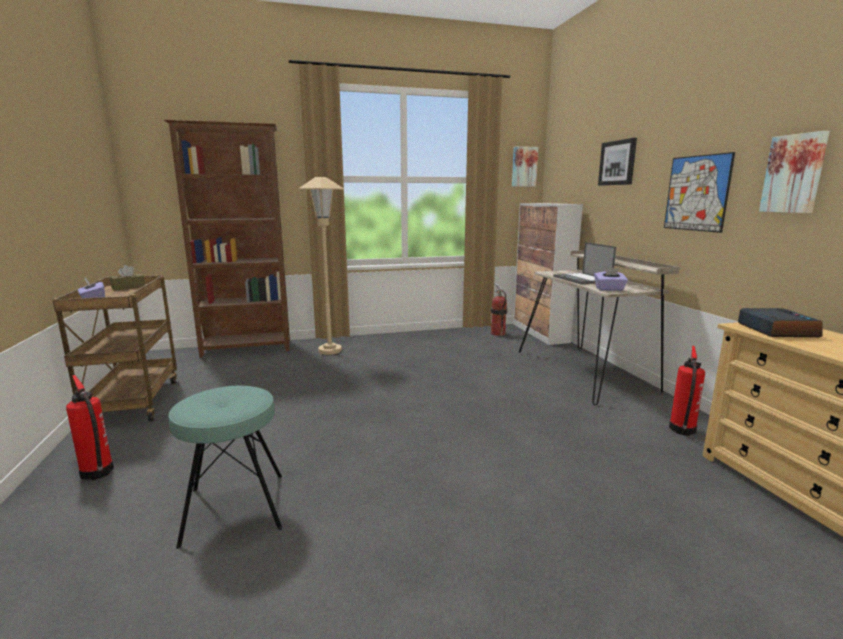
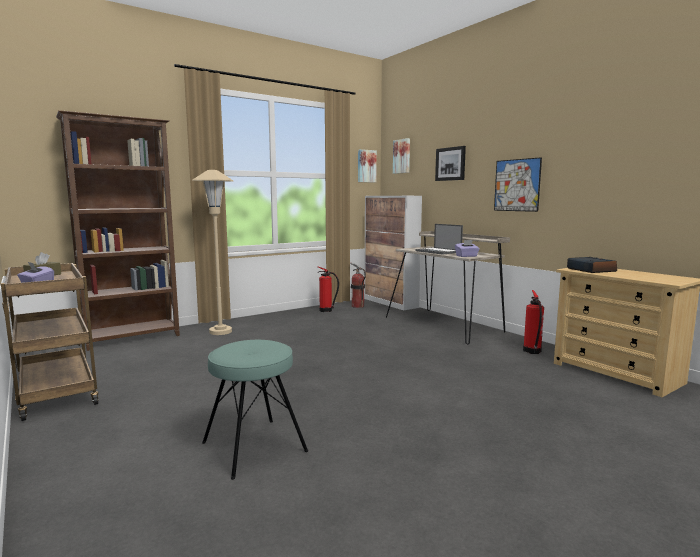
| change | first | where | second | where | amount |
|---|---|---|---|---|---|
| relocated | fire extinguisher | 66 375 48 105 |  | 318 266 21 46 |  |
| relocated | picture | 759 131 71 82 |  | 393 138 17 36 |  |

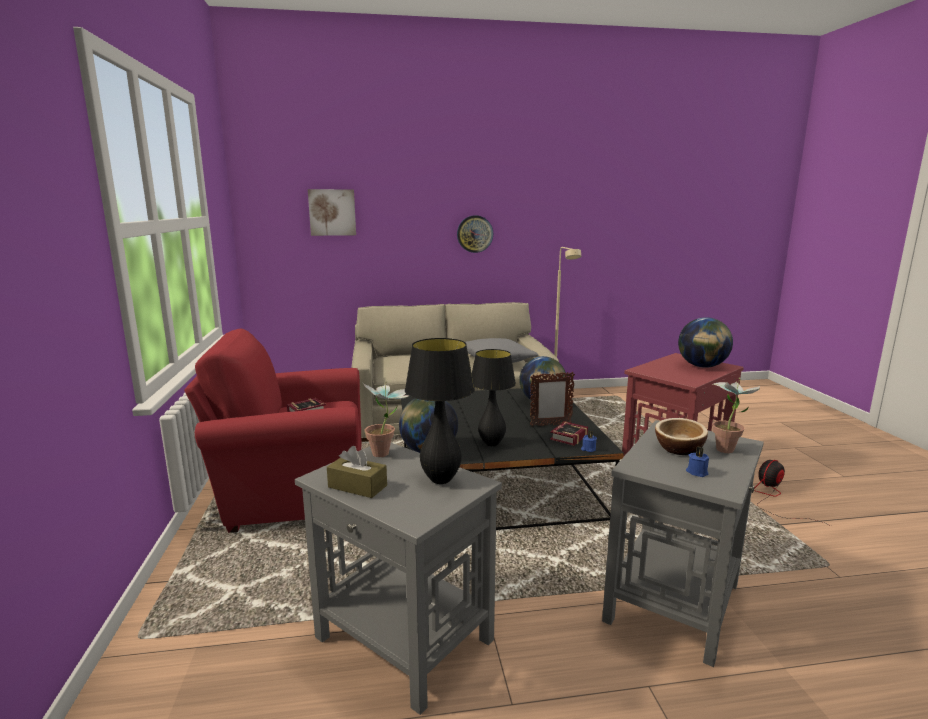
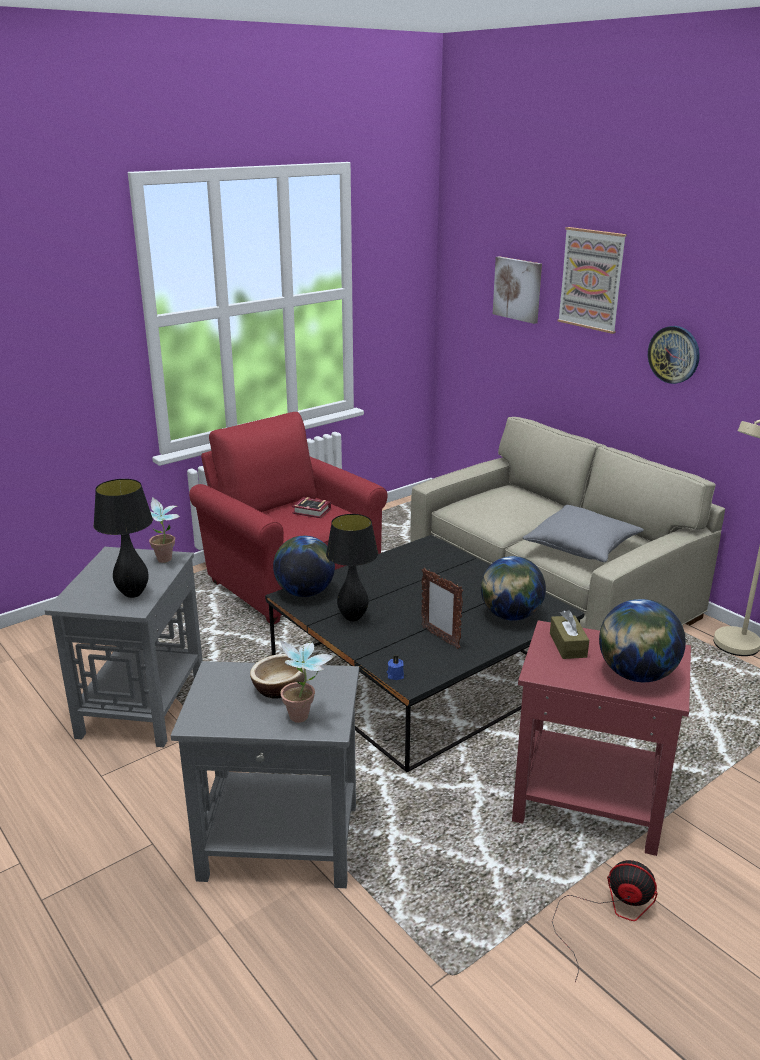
| change | first | where | second | where | amount |
|---|---|---|---|---|---|
| relocated | tissue box in brown | 327 446 60 52 |  | 550 610 39 49 |  |
| appeared |  |  | picture | 557 227 70 107 |  |
| missing | book | 550 422 38 24 |  |  |  |
| missing | candle in blue | 686 447 23 30 |  |  |  |

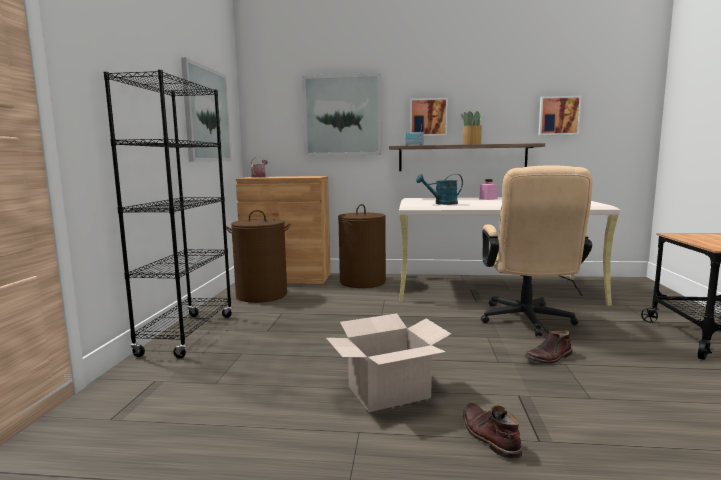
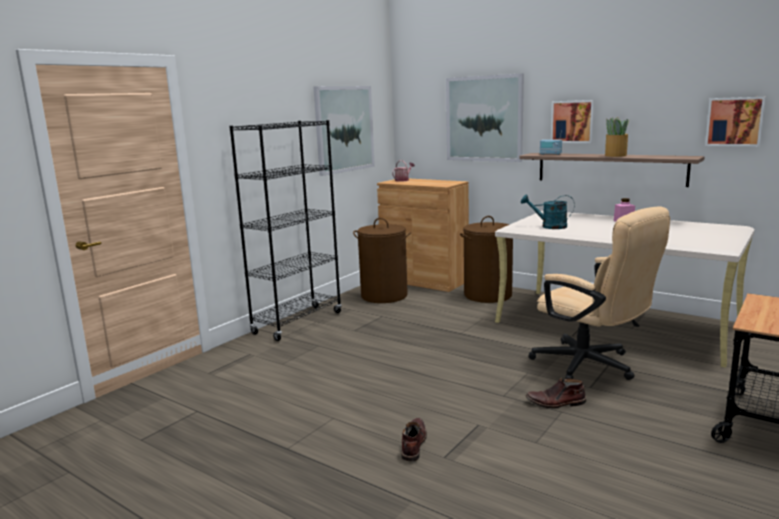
| change | first | where | second | where | amount |
|---|---|---|---|---|---|
| spun | office chair in beige | 481 165 112 171 |  | 529 206 141 174 | 75 degrees counterclockwise |
| missing | cardboard box | 326 313 125 99 |  |  |  |

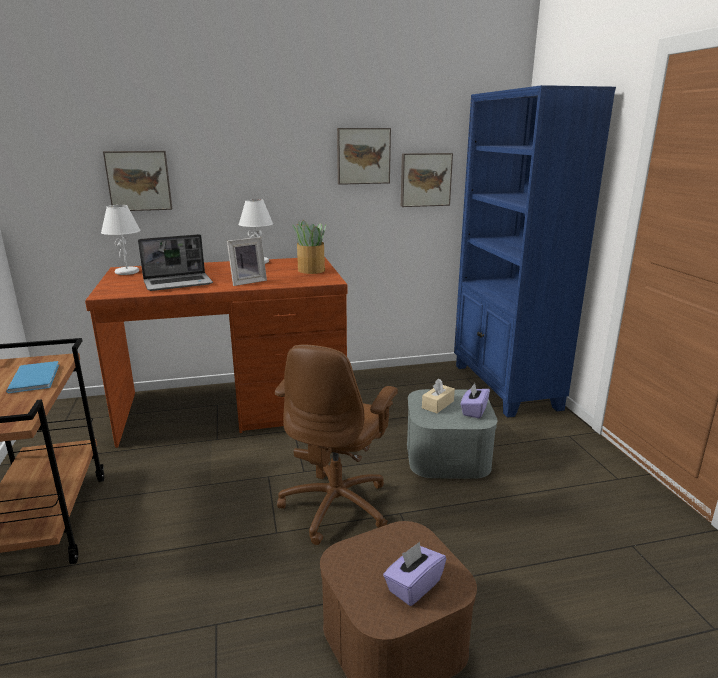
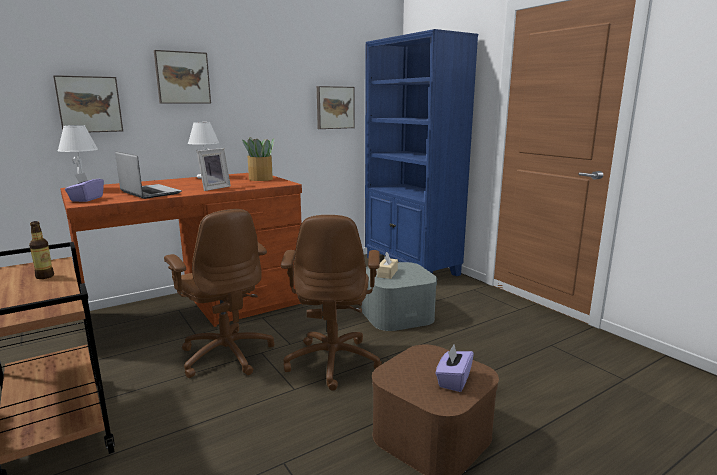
| change | first | where | second | where | amount |
|---|---|---|---|---|---|
| exchanged | book in blue | 6 361 53 32 | bottle | 29 221 25 58 |  |
| relocated | tissue box in purple | 460 383 30 36 |  | 65 172 39 30 |  |
| spun | laptop | 138 234 75 57 |  | 115 151 67 48 | 90 degrees counterclockwise |
| relocated | picture | 337 128 54 57 |  | 154 50 57 54 |  |
| appeared |  |  | office chair in brown | 164 209 110 169 |  |

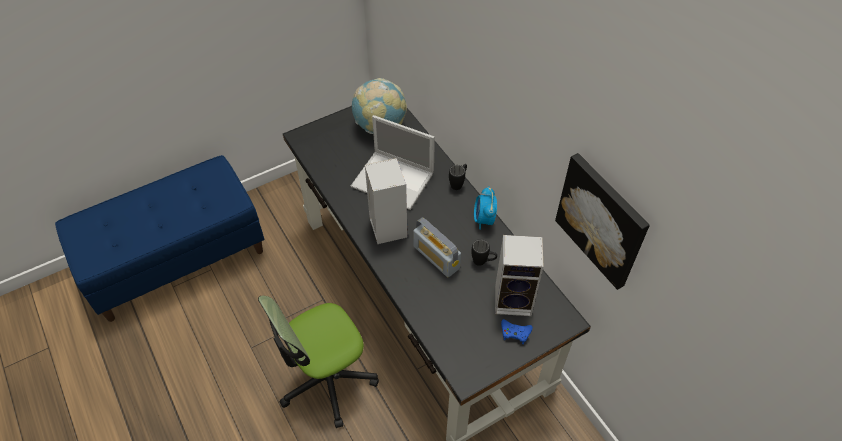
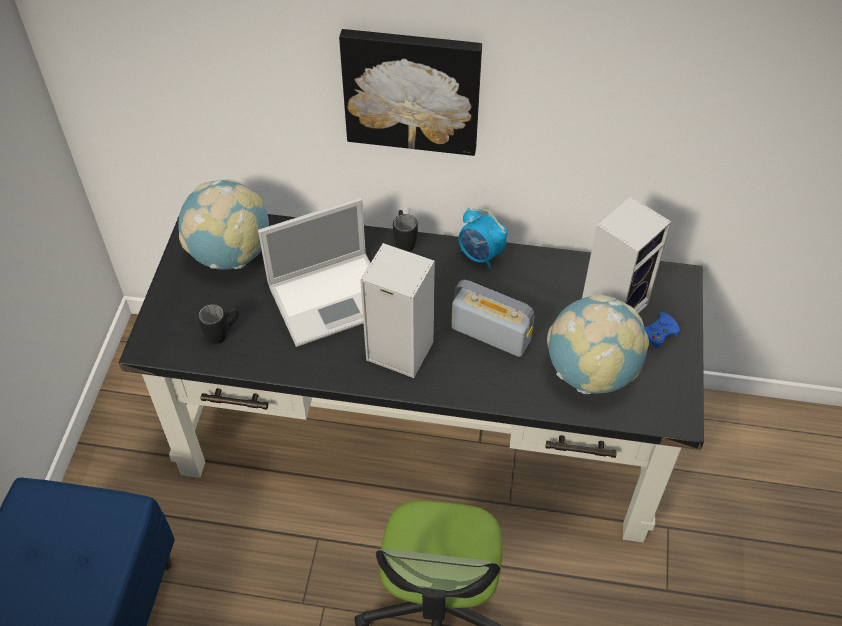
| change | first | where | second | where | amount |
|---|---|---|---|---|---|
| relocated | mug in black | 471 239 26 27 |  | 198 304 41 40 |  |
| relocated | picture | 555 153 95 137 |  | 339 29 143 127 |  |
| spun | radio | 413 217 48 60 |  | 451 280 83 77 | 150 degrees counterclockwise |
| appeared |  |  | globe | 547 295 102 99 |  |

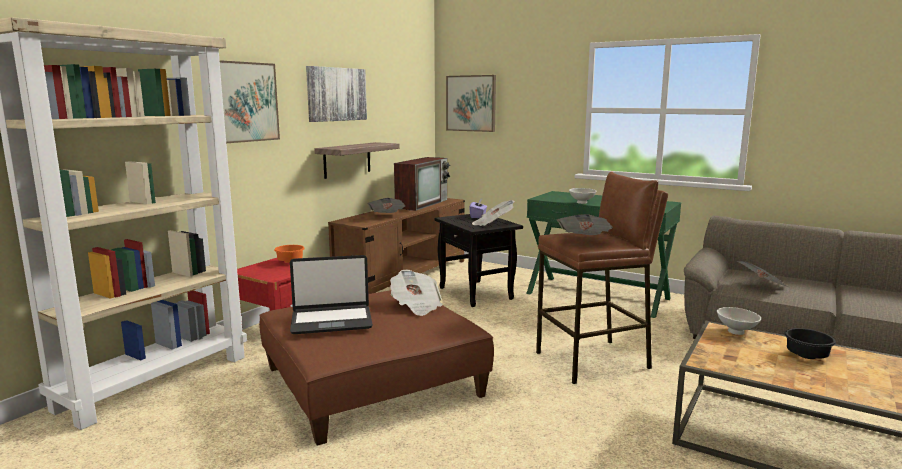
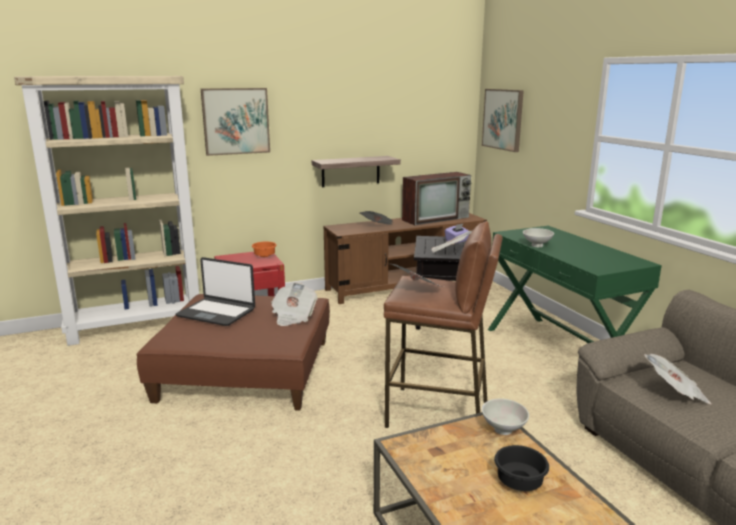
| change | first | where | second | where | amount |
|---|---|---|---|---|---|
| missing | picture | 306 66 61 56 |  |  |  |

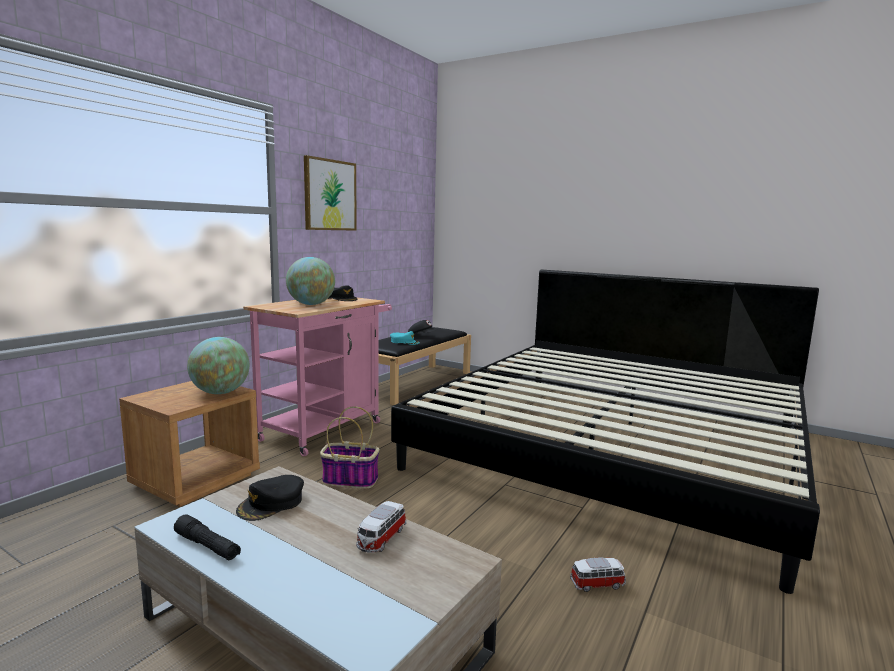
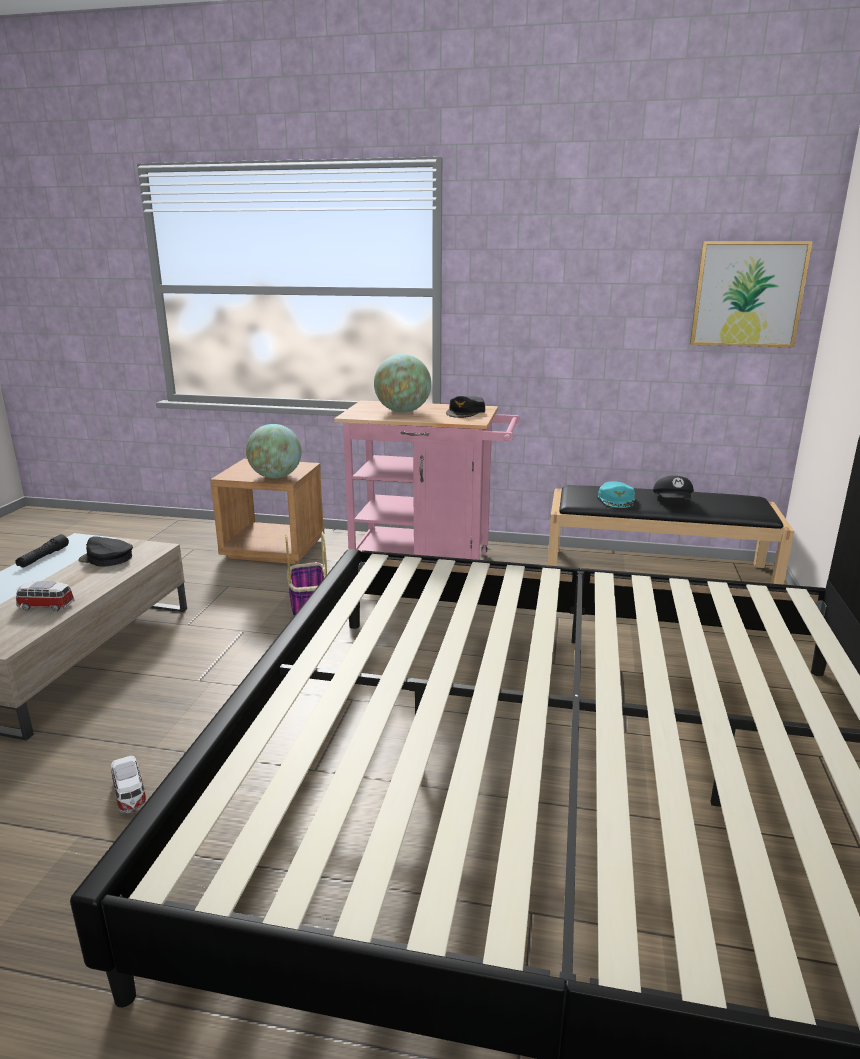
| change | first | where | second | where | amount |
|---|---|---|---|---|---|
| relocated | picture | 304 155 53 76 |  | 690 241 123 107 |  |

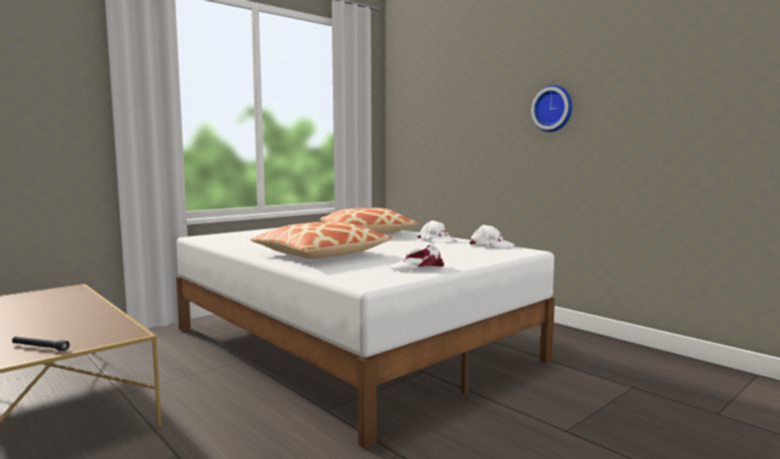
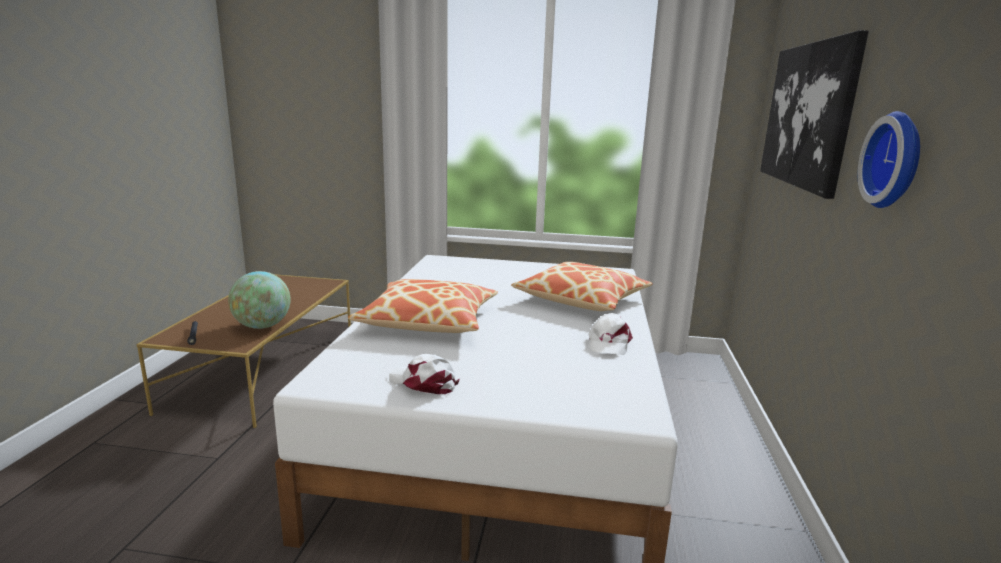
| change | first | where | second | where | amount |
|---|---|---|---|---|---|
| appeared |  |  | globe | 228 271 63 58 |  |
| appeared |  |  | picture | 760 30 109 169 |  |
| missing | cap in white | 469 225 46 24 |  |  |  |

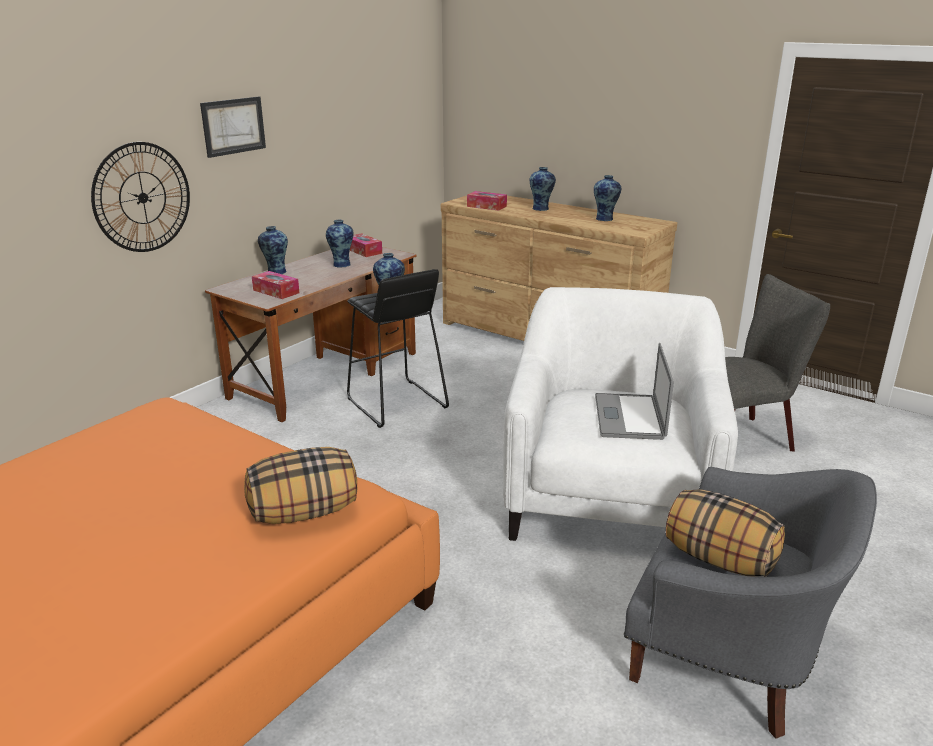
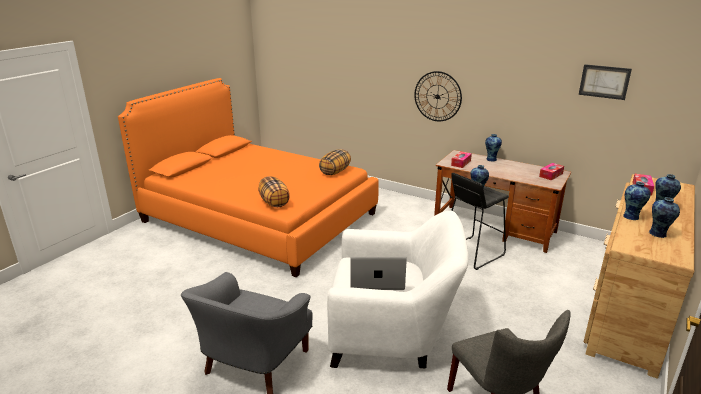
| change | first | where | second | where | amount |
|---|---|---|---|---|---|
| relocated | pillow | 666 489 119 88 |  | 319 149 32 26 |  |
| relocated | picture | 200 96 66 62 |  | 579 64 53 36 |  |
| relocated | vase | 326 220 27 48 |  | 623 182 28 38 |  |

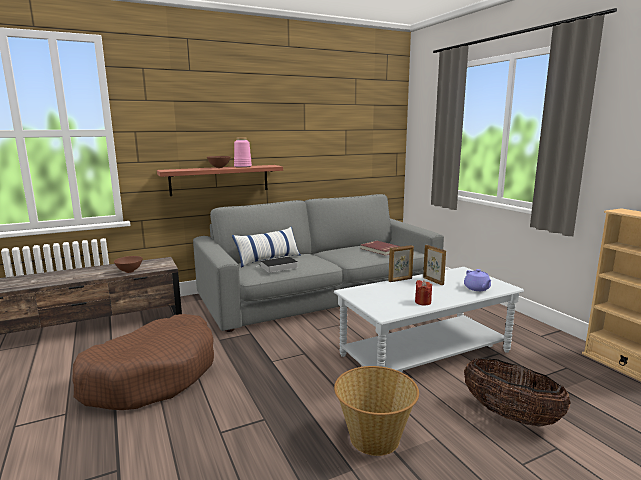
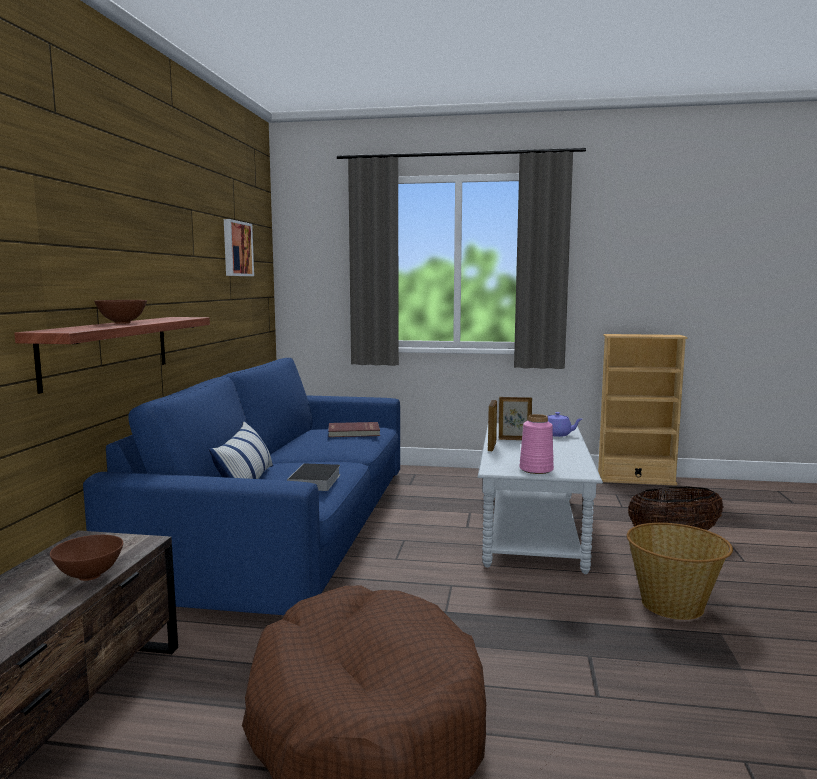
| change | first | where | second | where | amount |
|---|---|---|---|---|---|
| colour | sofa in grey | 193 194 251 138 | sofa in blue | 83 358 317 257 |  |
| appeared |  |  | picture | 224 219 30 57 |  |
| relocated | vase in pink | 234 137 18 31 |  | 519 414 35 60 |  |
| missing | candle in red | 415 280 17 25 |  |  |  |

